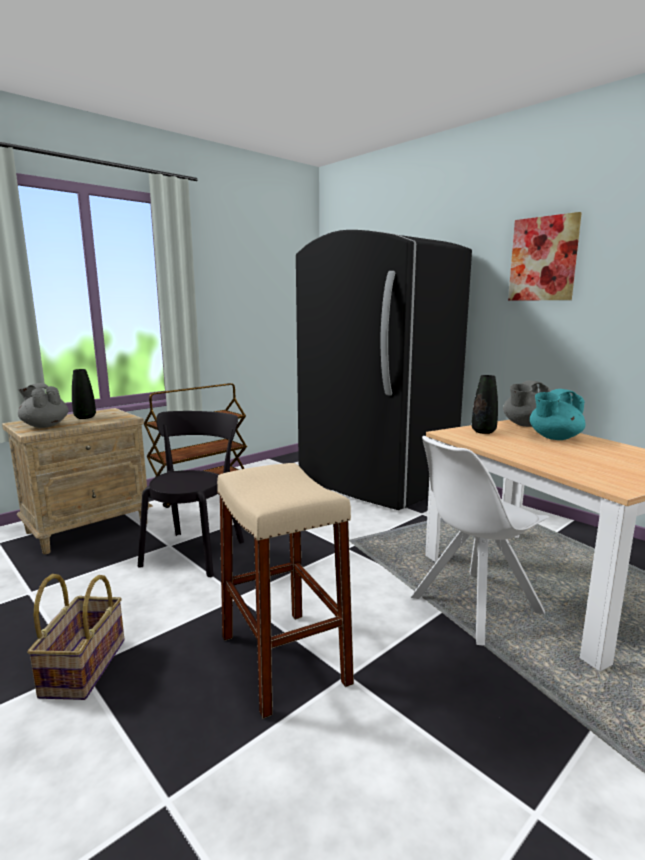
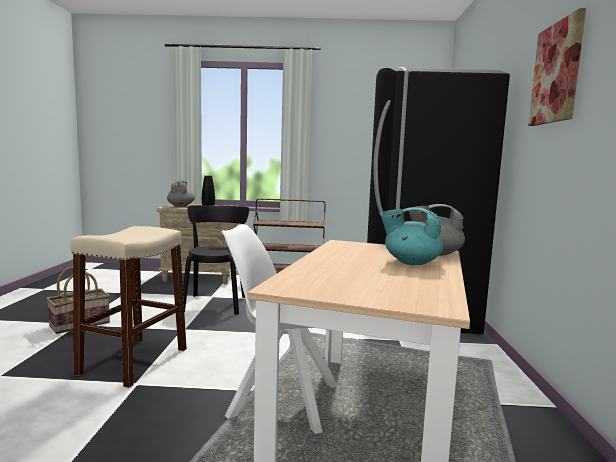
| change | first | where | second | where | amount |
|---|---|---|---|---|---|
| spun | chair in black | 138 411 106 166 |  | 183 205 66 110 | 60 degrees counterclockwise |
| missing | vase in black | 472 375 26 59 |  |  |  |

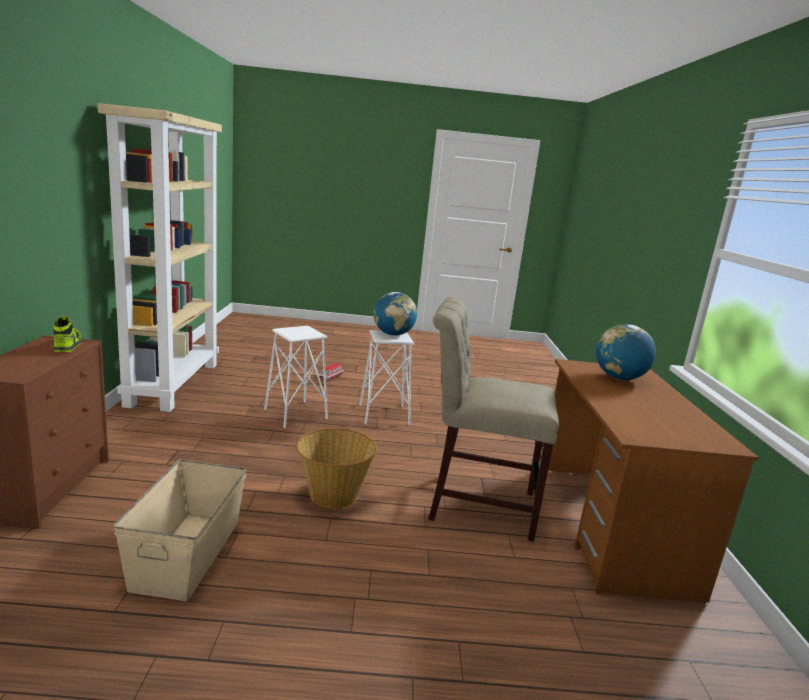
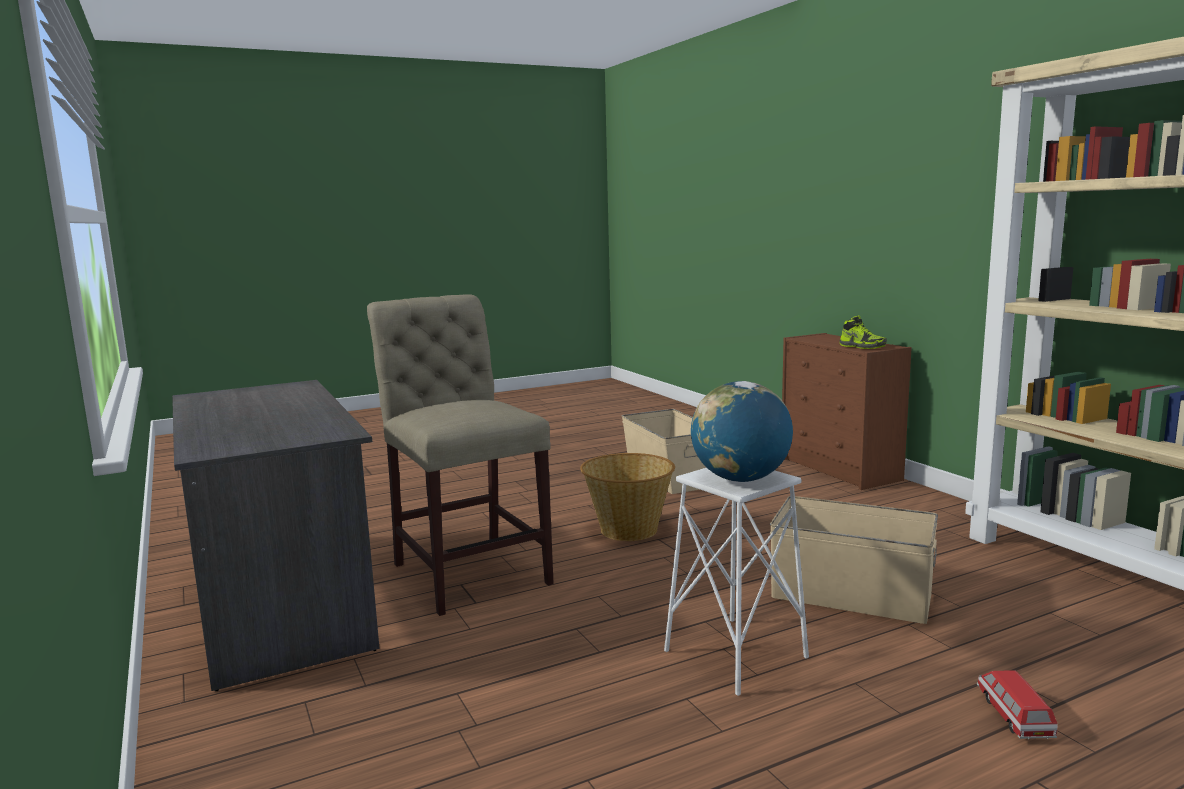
| change | first | where | second | where | amount |
|---|---|---|---|---|---|
| colour | desk in brown | 548 359 211 244 | desk in grey | 172 380 208 311 |  |
| spun | chair in beige | 428 297 131 245 |  | 367 294 187 322 | 105 degrees counterclockwise |
| exchanged | stool in white | 264 326 64 102 | storage box in beige | 770 496 168 128 |  |
| missing | globe | 596 324 60 56 |  |  |  |

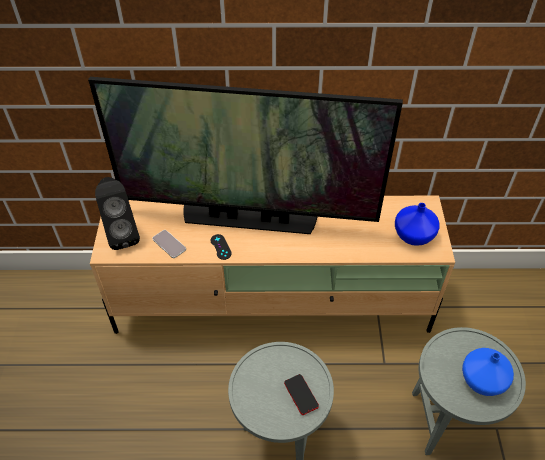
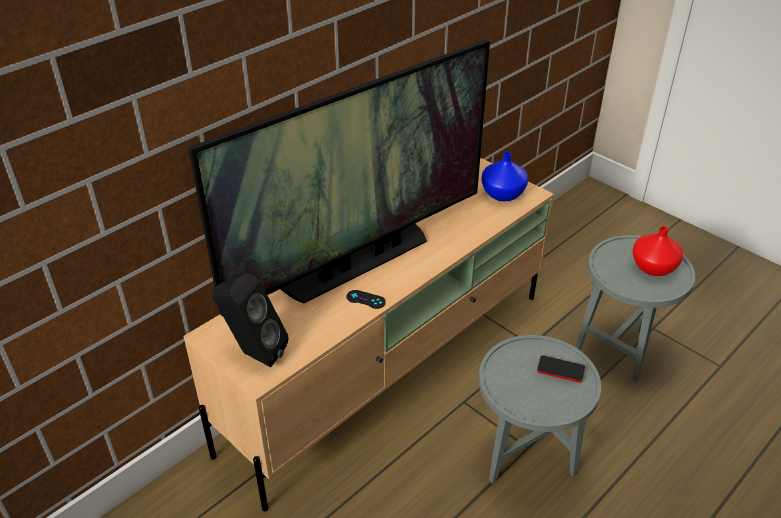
| change | first | where | second | where | amount |
|---|---|---|---|---|---|
| colour | vase in blue | 462 348 52 48 | vase in red | 632 226 51 50 |  |
| missing | phone | 152 230 34 28 |  |  |  |

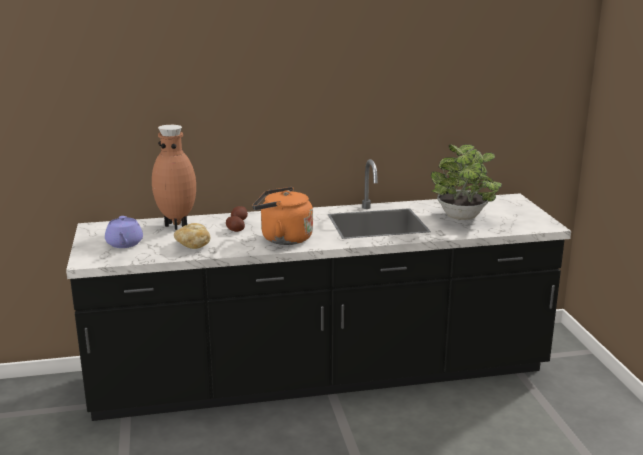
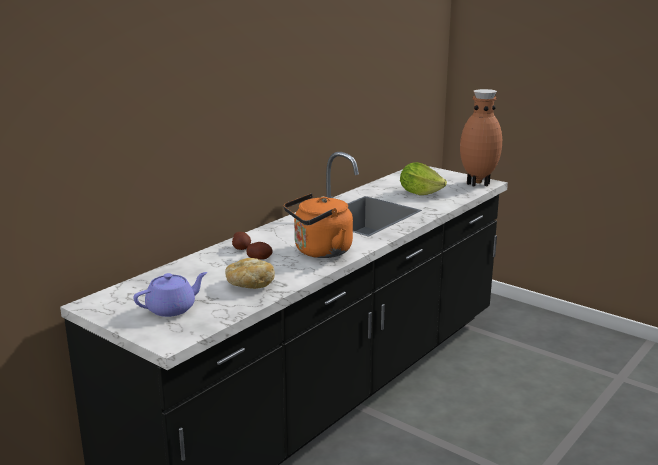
| change | first | where | second | where | amount |
|---|---|---|---|---|---|
| spun | teapot in purple | 105 216 38 32 |  | 133 272 74 45 | 75 degrees counterclockwise |
| exchanged | potted plant | 431 144 71 76 | lettuce | 400 162 47 33 |  |
| relocated | vase in brown | 152 125 44 105 |  | 460 89 42 97 |  |

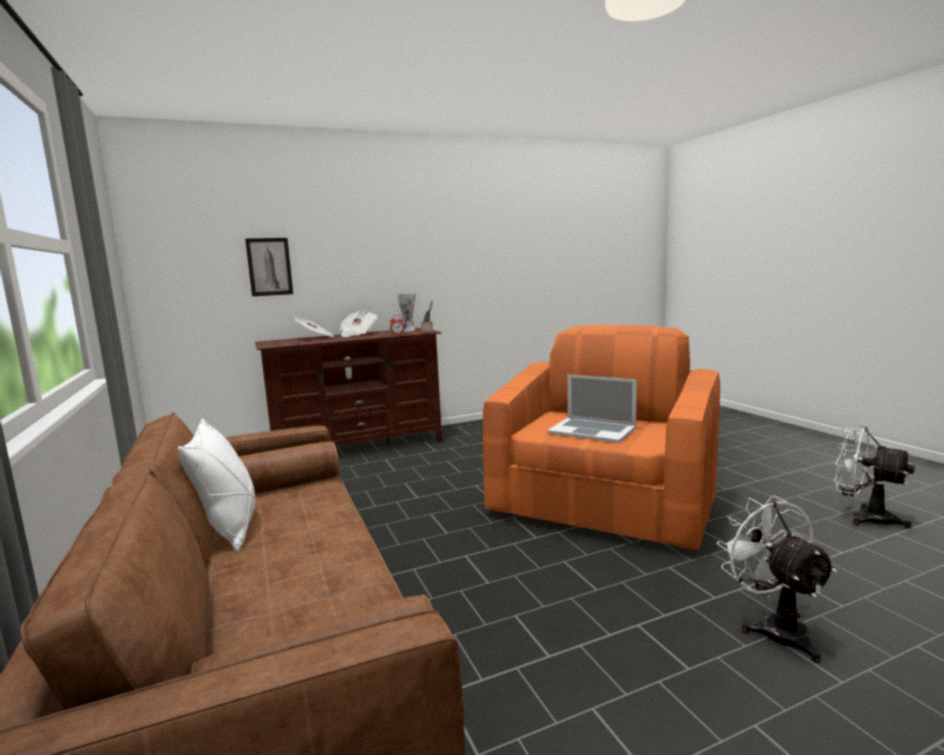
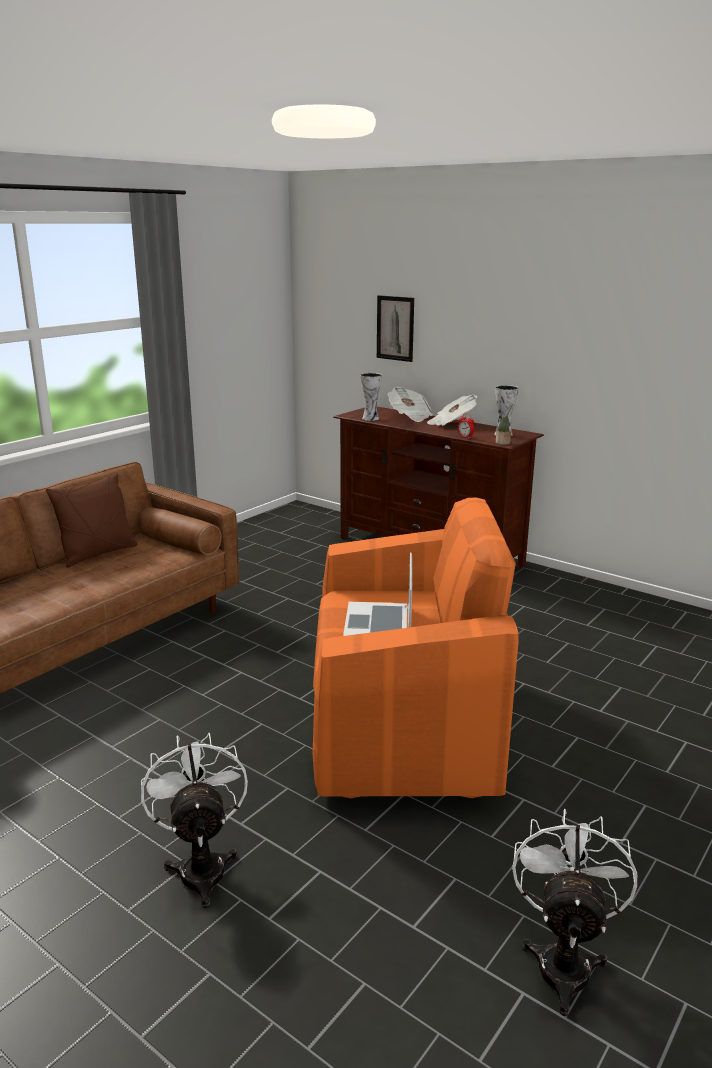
| change | first | where | second | where | amount |
|---|---|---|---|---|---|
| colour | pillow in white | 178 419 78 133 | pillow in brown | 46 474 92 94 |  |
| spun | fan in white | 717 495 120 168 |  | 141 733 107 175 | 60 degrees counterclockwise |
| appeared |  |  | vase | 360 373 22 48 |  |

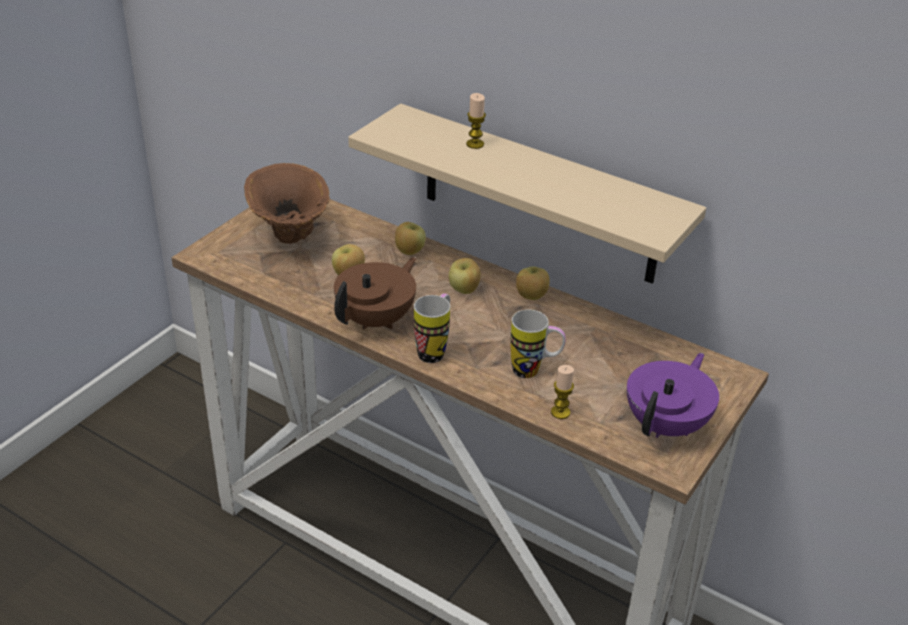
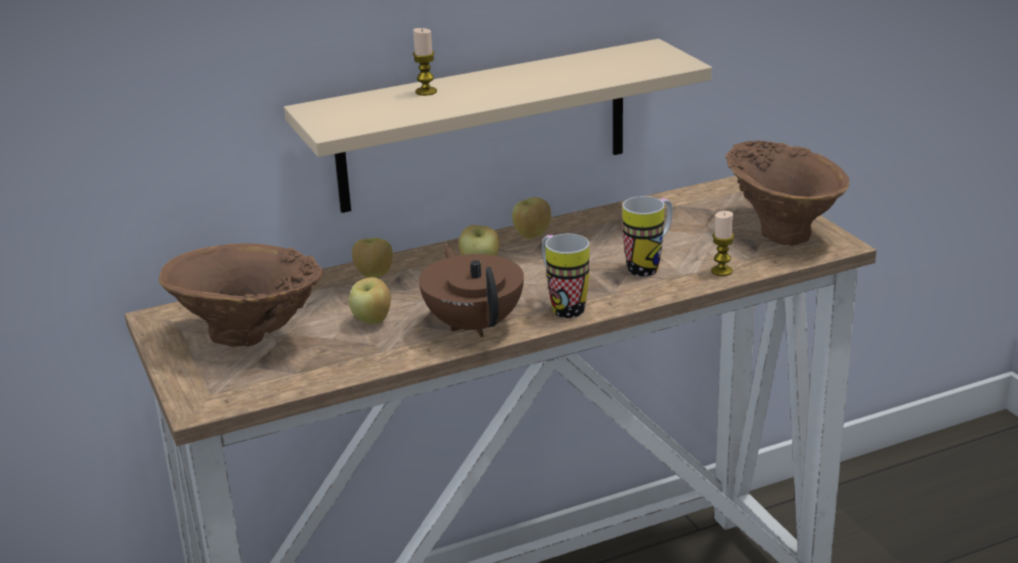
| change | first | where | second | where | amount |
|---|---|---|---|---|---|
| exchanged | teapot in purple | 627 353 92 85 | vase in brown | 726 140 123 106 |  |

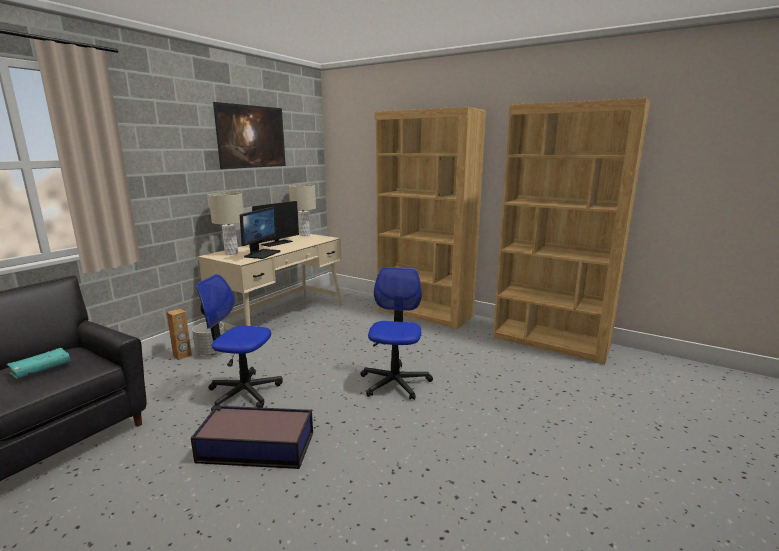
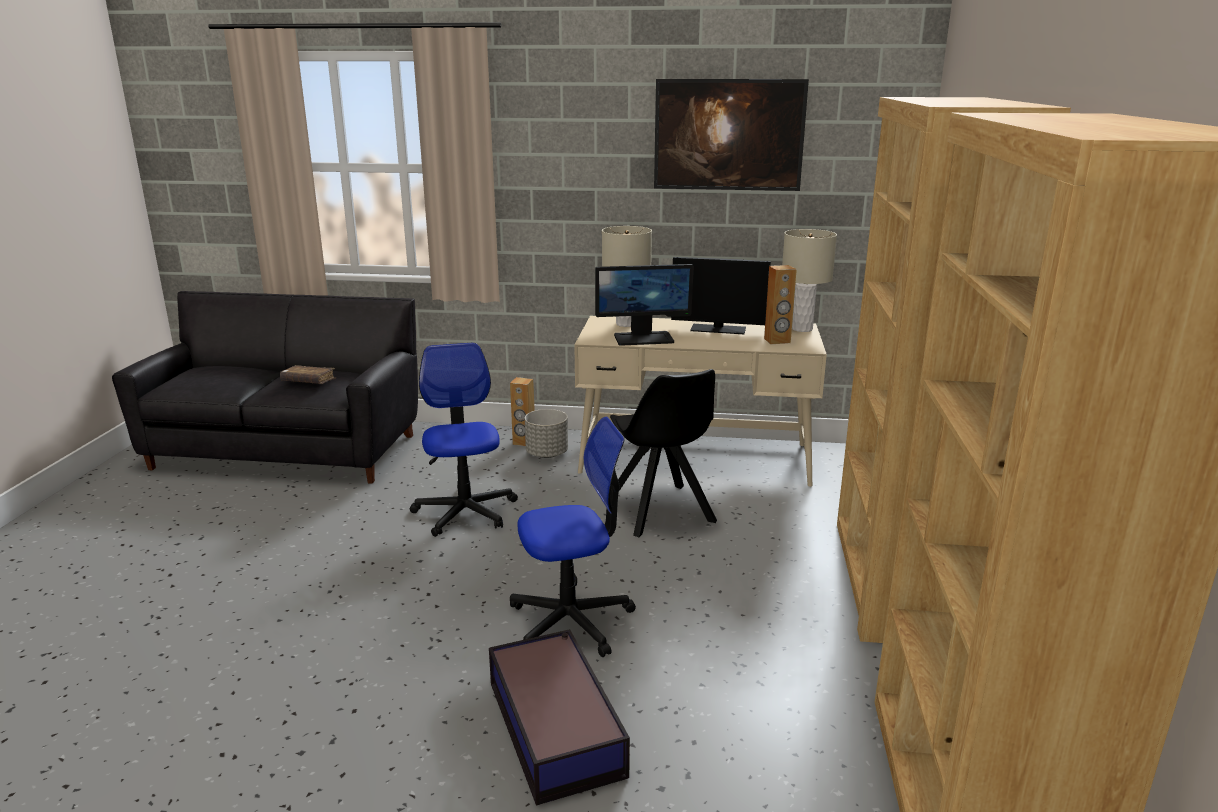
| change | first | where | second | where | amount |
|---|---|---|---|---|---|
| colour | book in turquoise | 7 348 64 31 | book in brown | 280 365 56 19 |  |
| relocated | storage box | 191 406 122 63 |  | 489 629 141 177 |  |
| appeared |  |  | chair in black | 610 369 107 168 |  |
| appeared |  |  | speaker in brown | 764 265 33 79 |  |

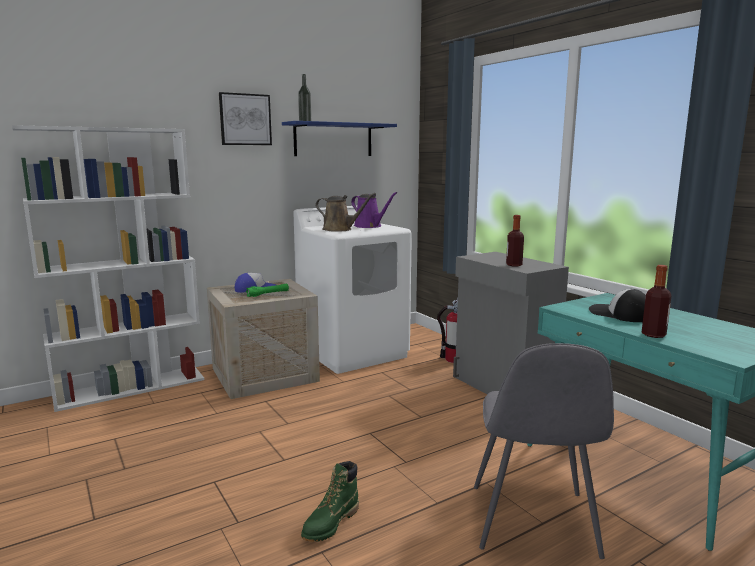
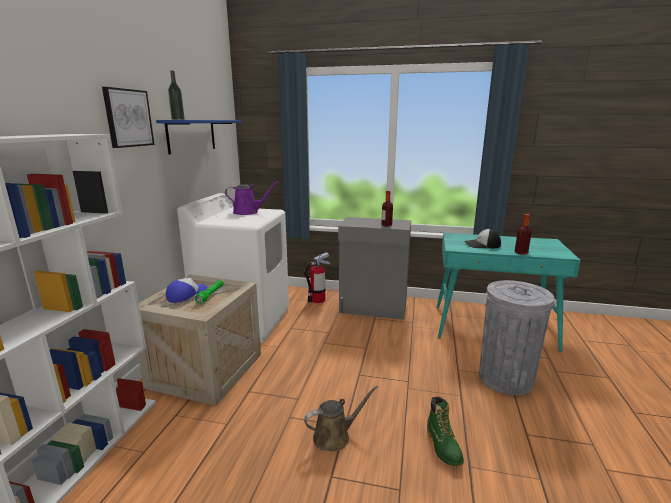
| change | first | where | second | where | amount |
|---|---|---|---|---|---|
| relocated | watering can in brown | 316 193 60 39 |  | 304 386 74 66 |  |
| exchanged | chair in grey | 474 343 140 216 | trash can in grey | 479 280 75 115 |  |

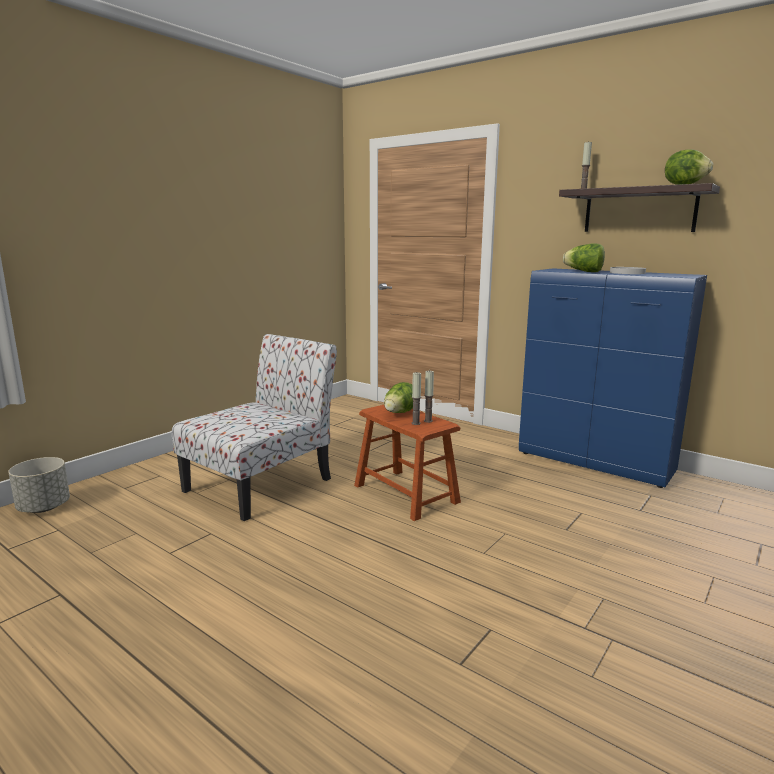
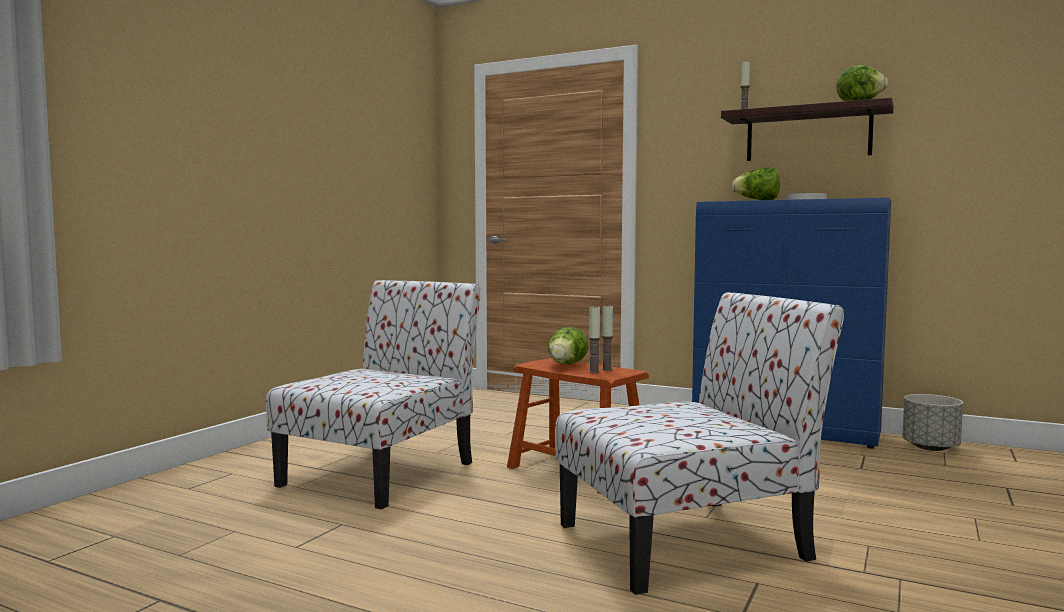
| change | first | where | second | where | amount |
|---|---|---|---|---|---|
| appeared |  |  | chair | 555 292 289 303 |  |
| relocated | planter in grey | 8 457 62 56 |  | 902 394 61 57 |  |

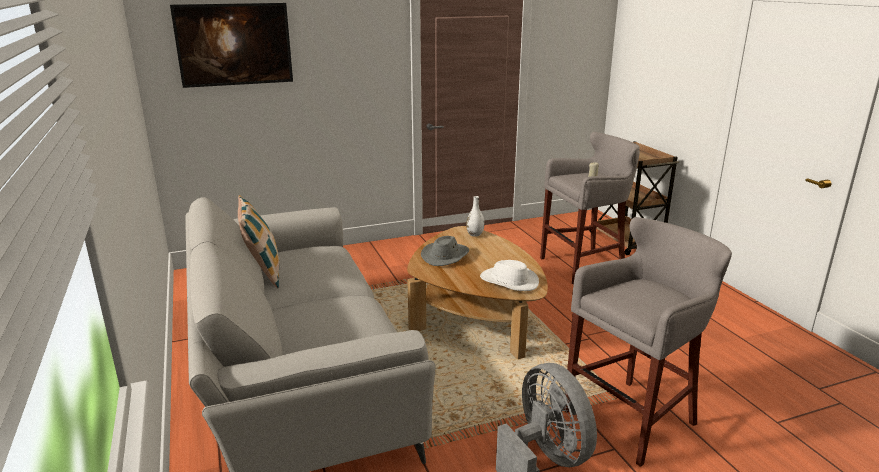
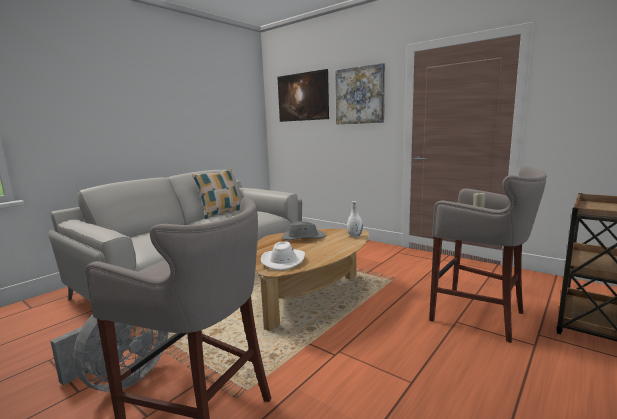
| change | first | where | second | where | amount |
|---|---|---|---|---|---|
| appeared |  |  | picture | 335 63 50 61 |  |

